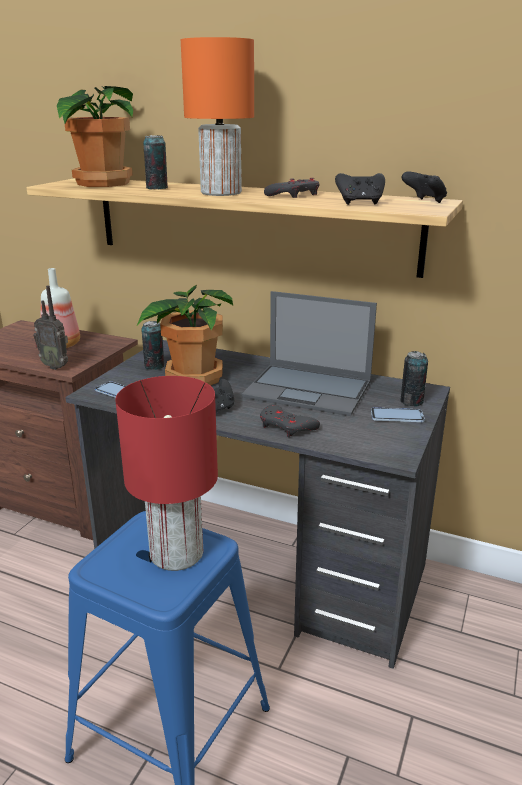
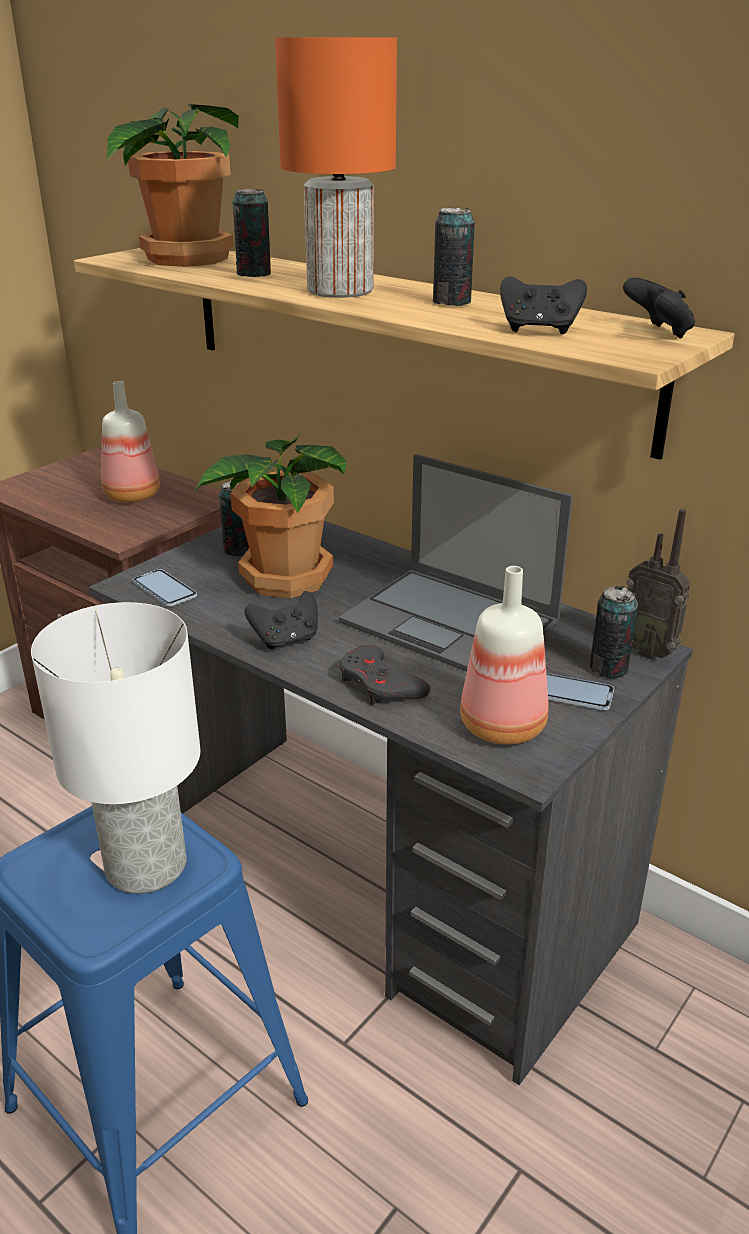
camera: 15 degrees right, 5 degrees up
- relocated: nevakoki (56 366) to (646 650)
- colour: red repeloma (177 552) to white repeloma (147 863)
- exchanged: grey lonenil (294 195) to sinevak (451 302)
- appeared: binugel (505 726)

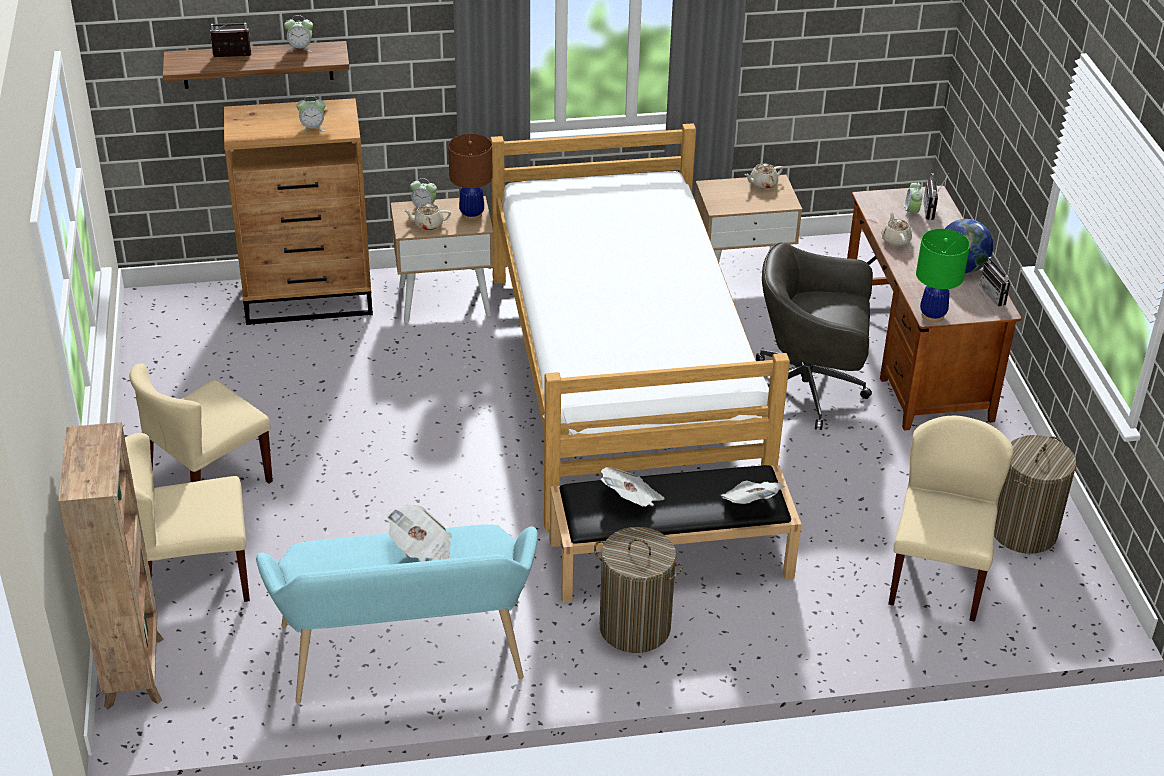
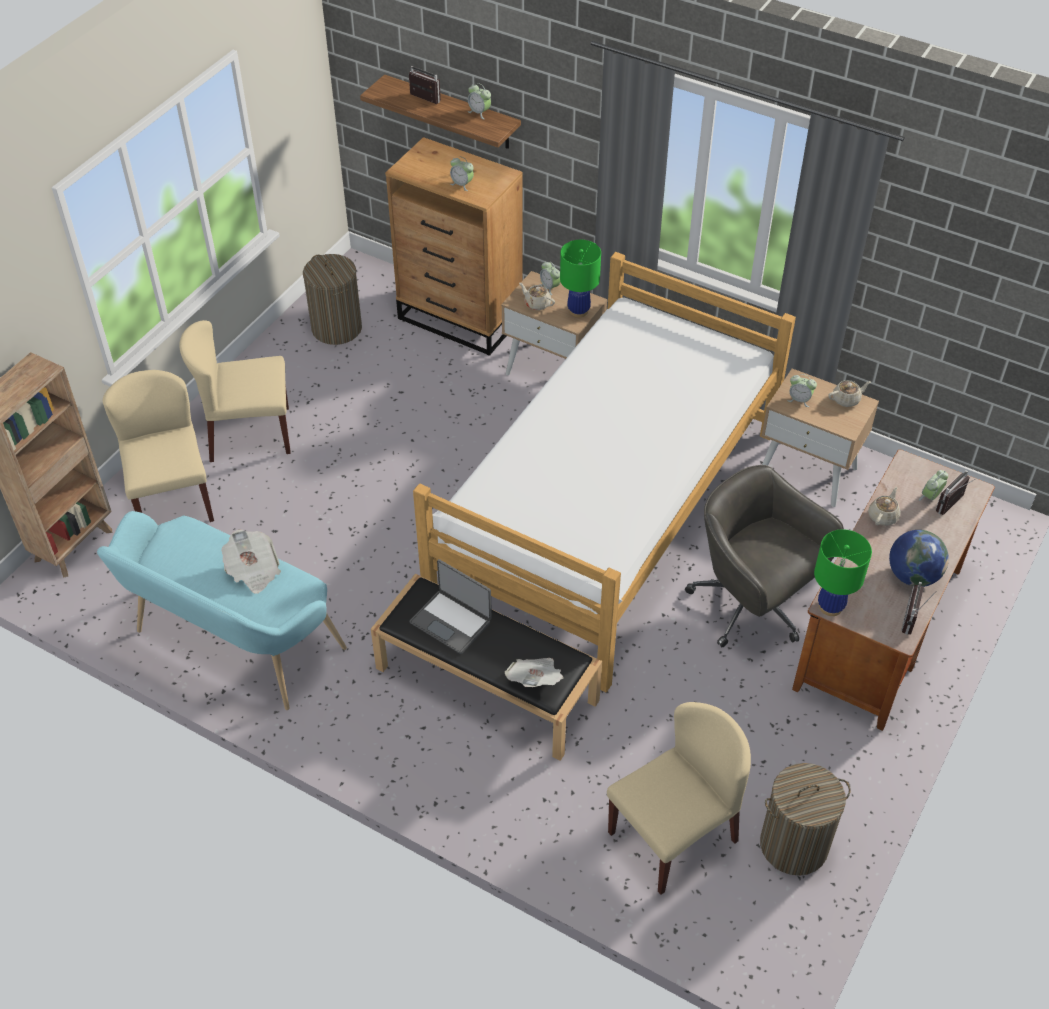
camera: 40 degrees right, 10 degrees up
- spun: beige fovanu (194 578) = (172 499) 45 degrees clockwise
- colour: brown repeloma (472 214) to green repeloma (578 311)
- relocated: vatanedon (634 627) to (336 328)
- exchanged: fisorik (631 500) to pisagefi (451 621)
- spun: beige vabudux (762 184) = (846 399) 150 degrees clockwise
- appeared: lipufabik (799 400)

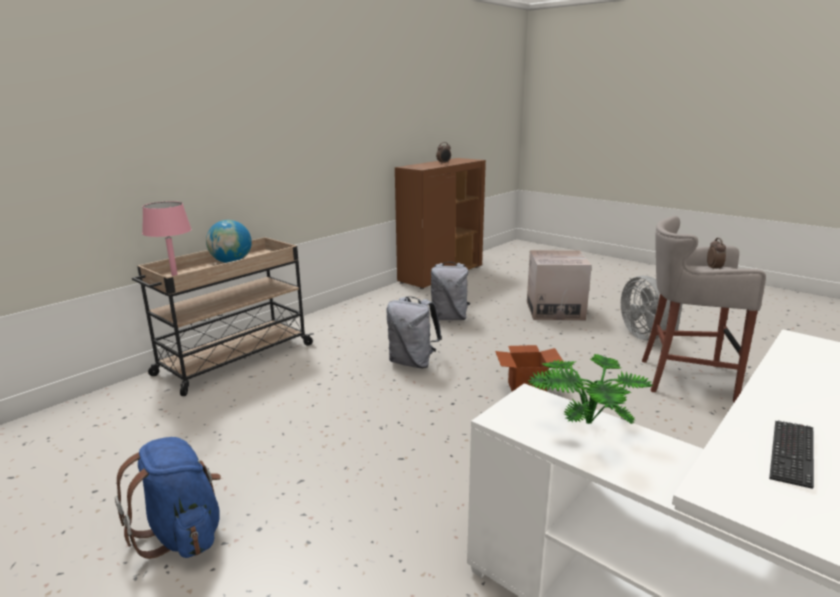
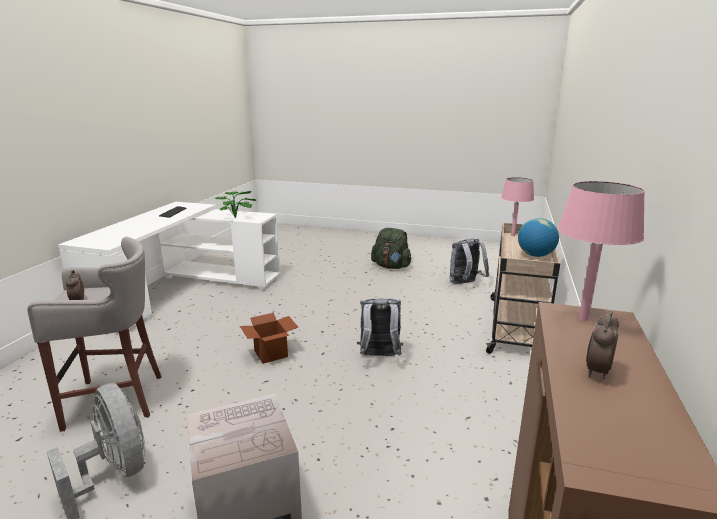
camera: 155 degrees right, 0 degrees up
- colour: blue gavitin (182 533) to green gavitin (391 266)
- relocated: grey gavitin (449 318) to (465 283)
- appeared: pink repeloma (583 319)

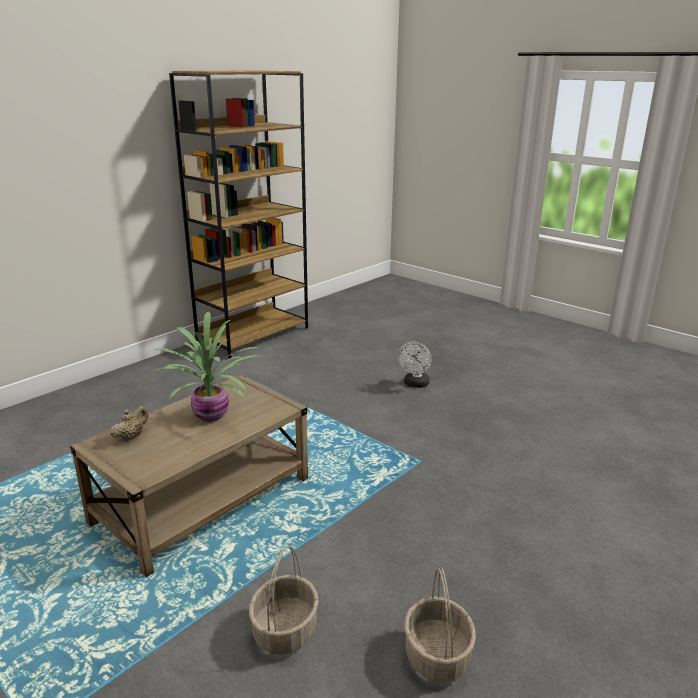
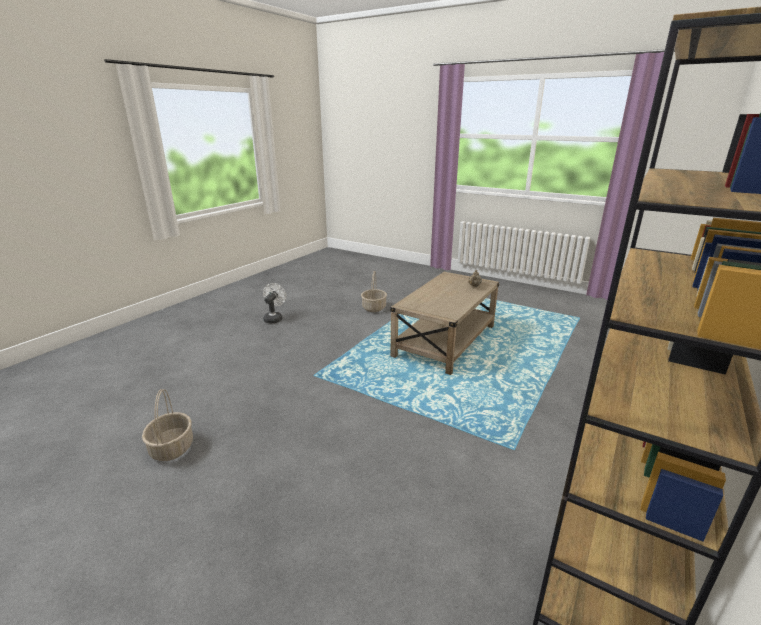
camera: 170 degrees right, 0 degrees up
- missing: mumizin (213 415)
- relocated: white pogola (415 384) to (274 318)
- relocated: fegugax (437 656) to (171 448)

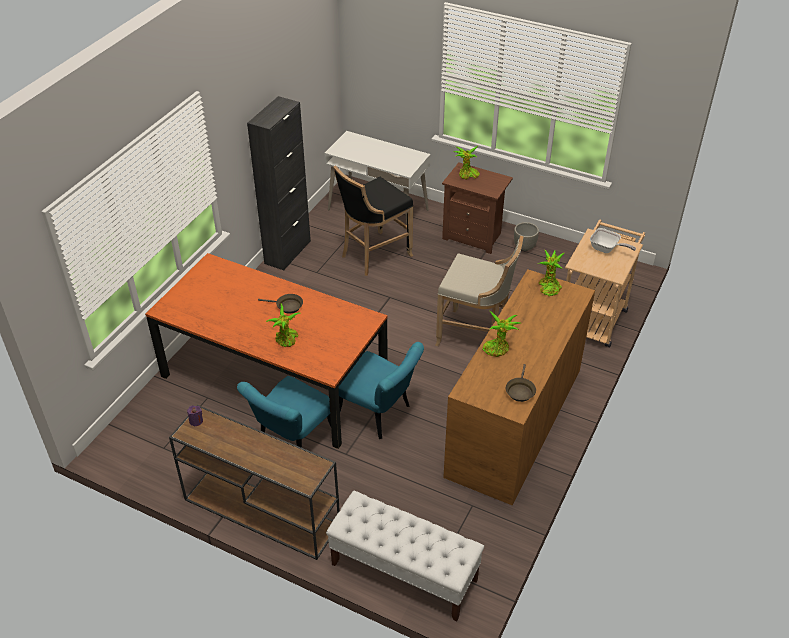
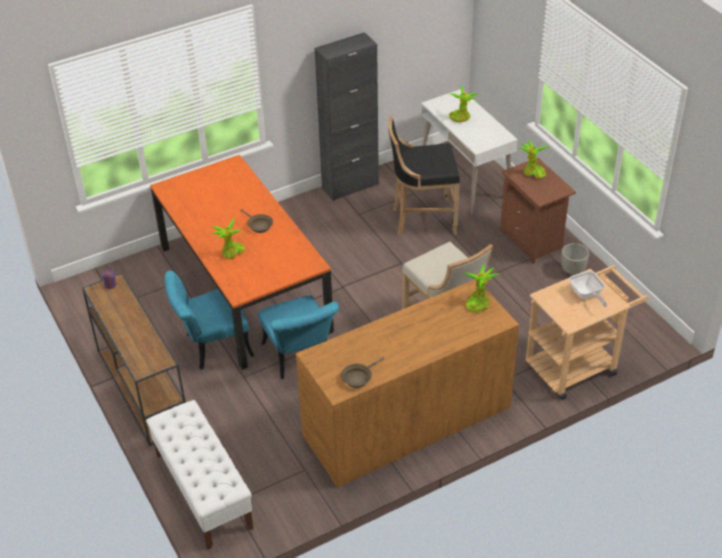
camera: 35 degrees right, 0 degrees up
- relocated: mumizin (498 348) to (461 118)

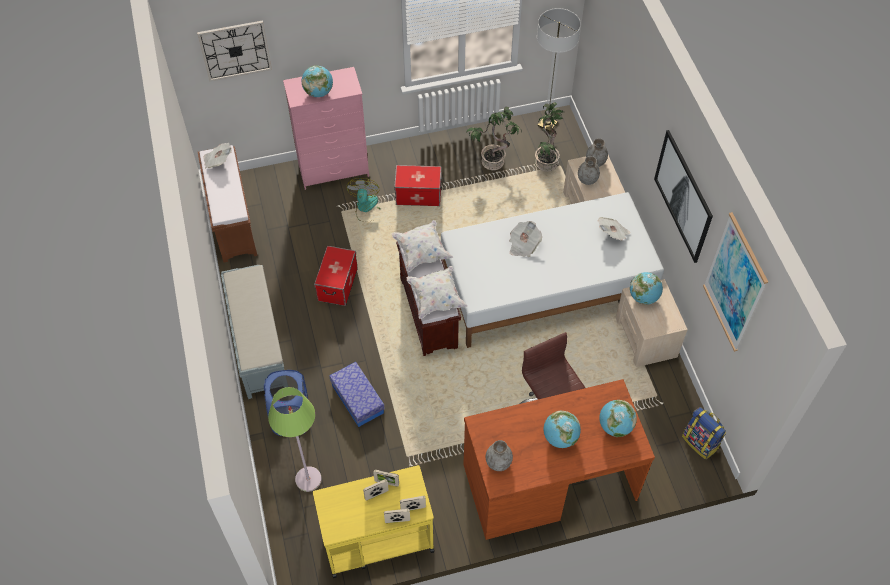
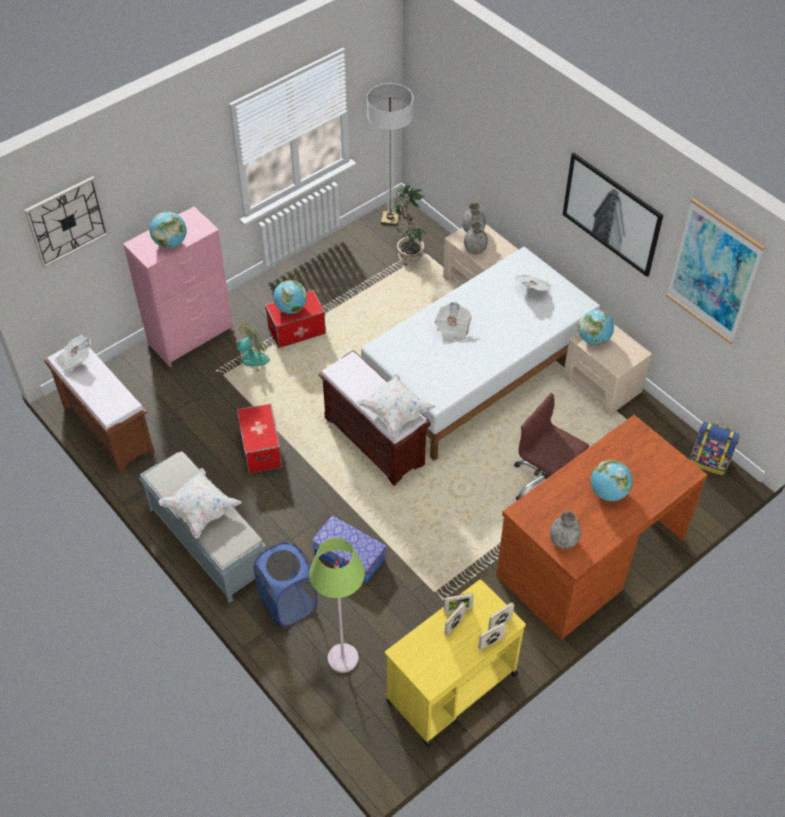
camera: 25 degrees left, 5 degrees down
- spun: pogola (367 208) = (249 362) 75 degrees clockwise
- relocated: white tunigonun (421 252) to (201 510)
- missing: mumizin (493 160)
- relocated: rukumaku (615 426) to (291 308)

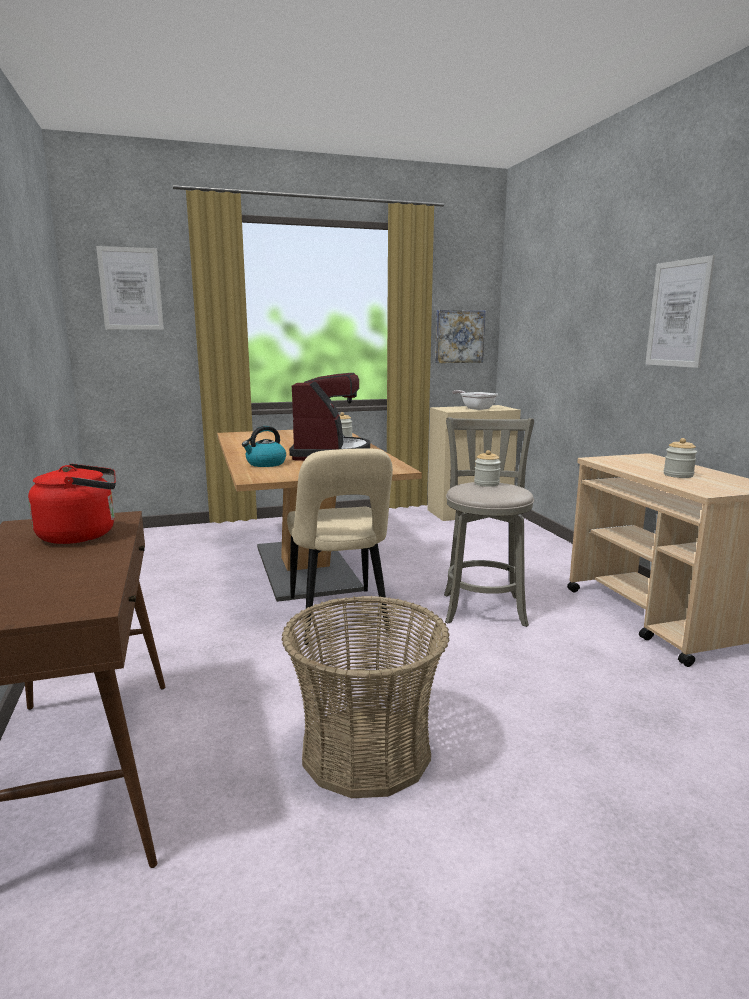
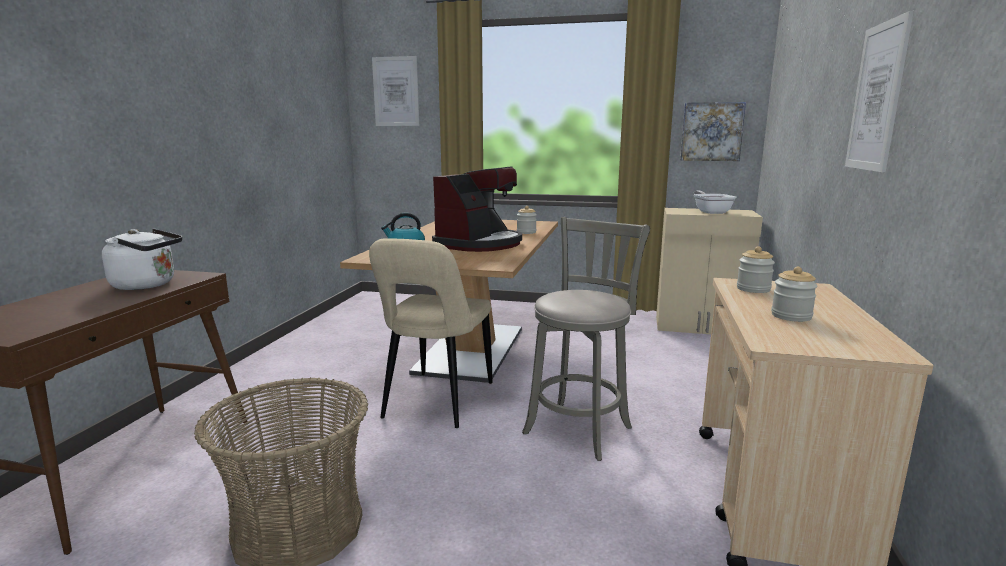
camera: 30 degrees right, 0 degrees up
- colour: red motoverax (83 535) to white motoverax (148 285)
- relocated: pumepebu (486 484) to (753 289)

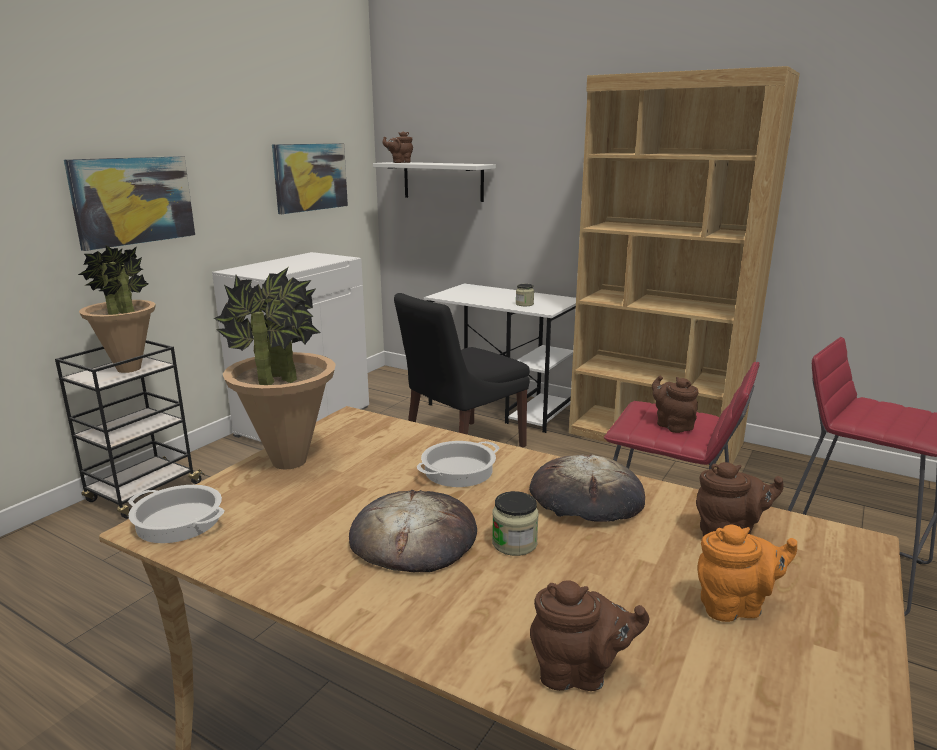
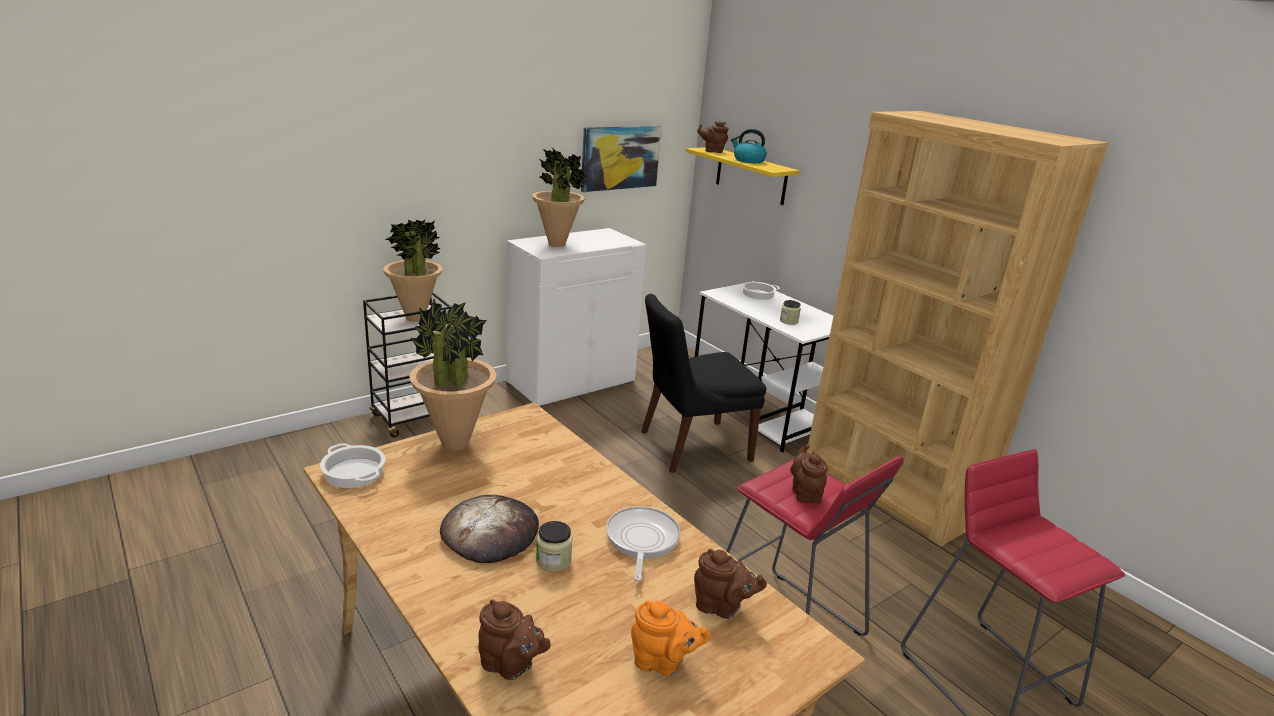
camera: 20 degrees right, 5 degrees up
- missing: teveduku (133 200)
- colour: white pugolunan (443 181) to yellow pugolunan (751 176)
- relocated: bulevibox (458 471) to (758 294)
- exchanged: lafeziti (586 497) to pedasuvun (641 541)
- appeared: mumizin (557 244)
- appeared: motoverax (748 160)

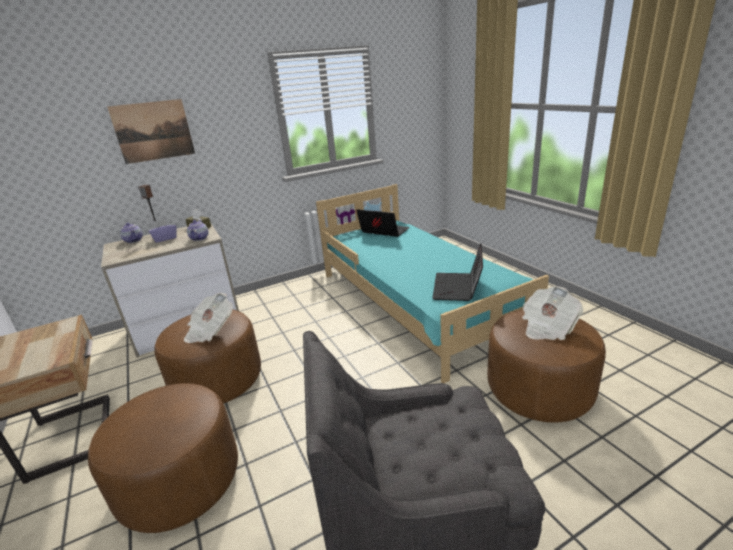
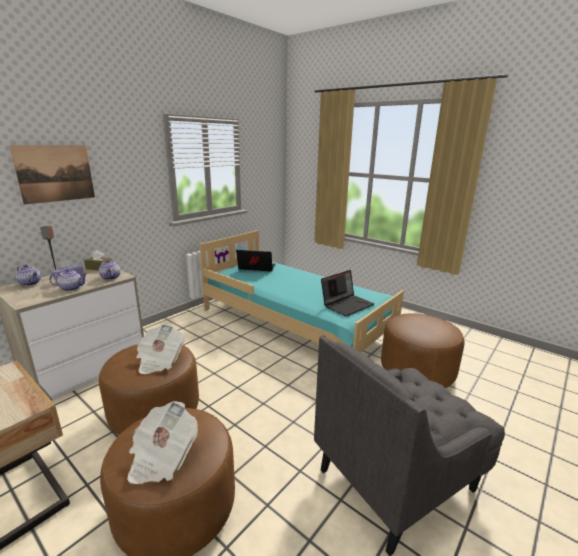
camera: 25 degrees left, 5 degrees down
- spun: pisagefi (458 288) = (347 304) 120 degrees counterclockwise
- relocated: fisorik (547 327) to (162 457)
- appeared: vabudux (71 288)

